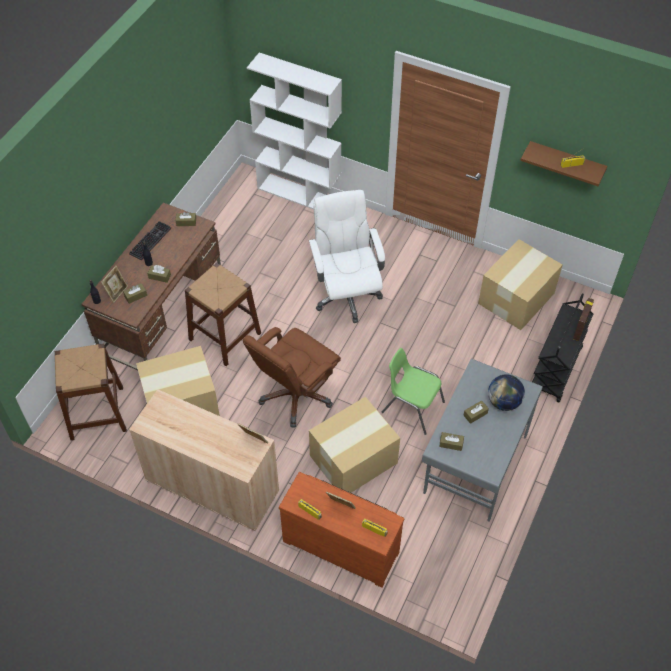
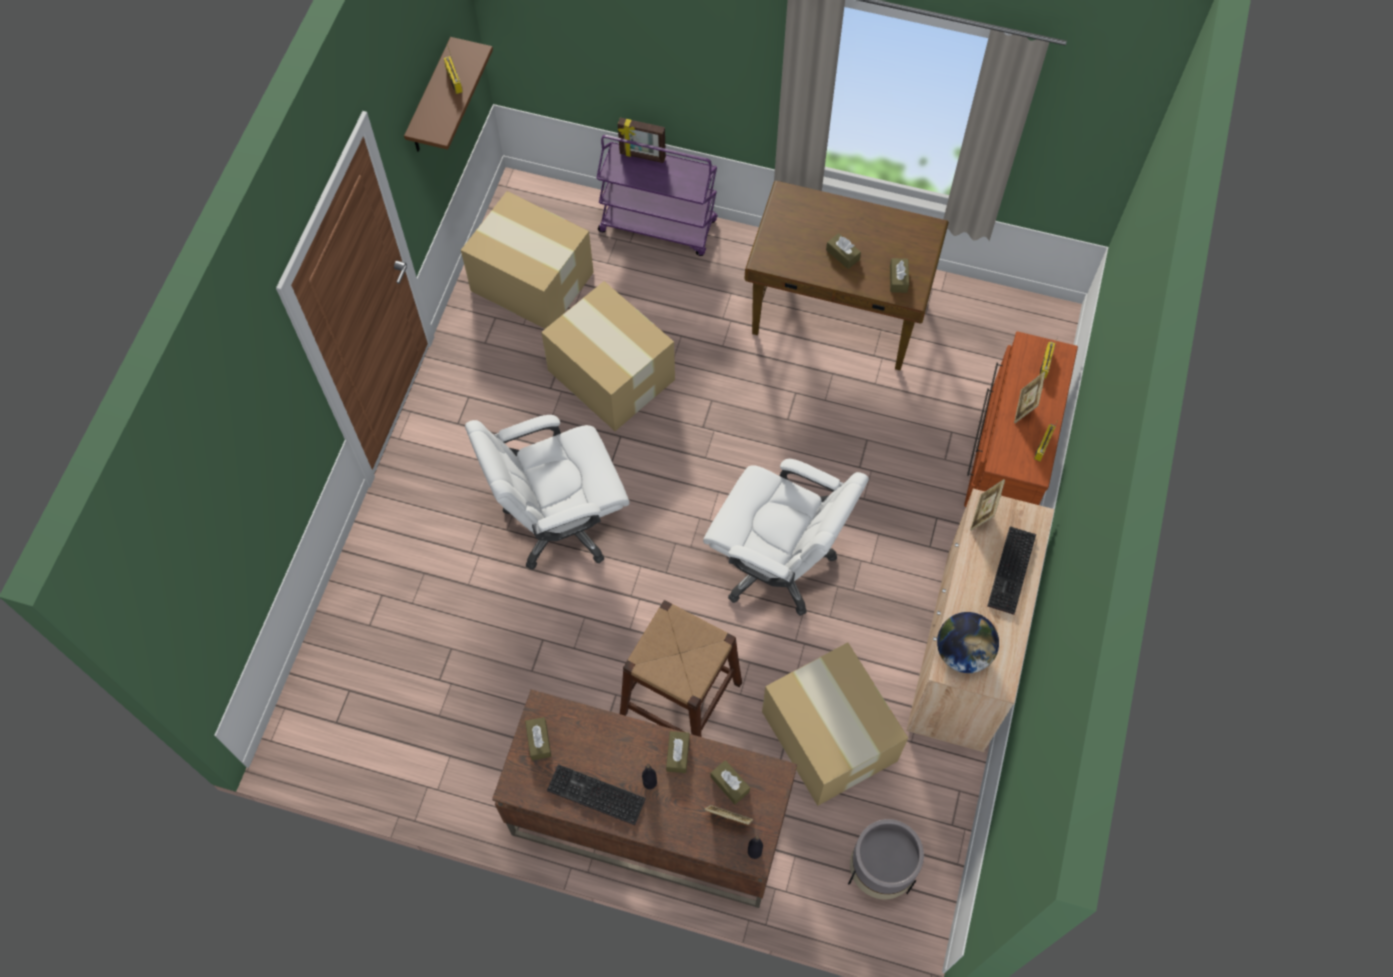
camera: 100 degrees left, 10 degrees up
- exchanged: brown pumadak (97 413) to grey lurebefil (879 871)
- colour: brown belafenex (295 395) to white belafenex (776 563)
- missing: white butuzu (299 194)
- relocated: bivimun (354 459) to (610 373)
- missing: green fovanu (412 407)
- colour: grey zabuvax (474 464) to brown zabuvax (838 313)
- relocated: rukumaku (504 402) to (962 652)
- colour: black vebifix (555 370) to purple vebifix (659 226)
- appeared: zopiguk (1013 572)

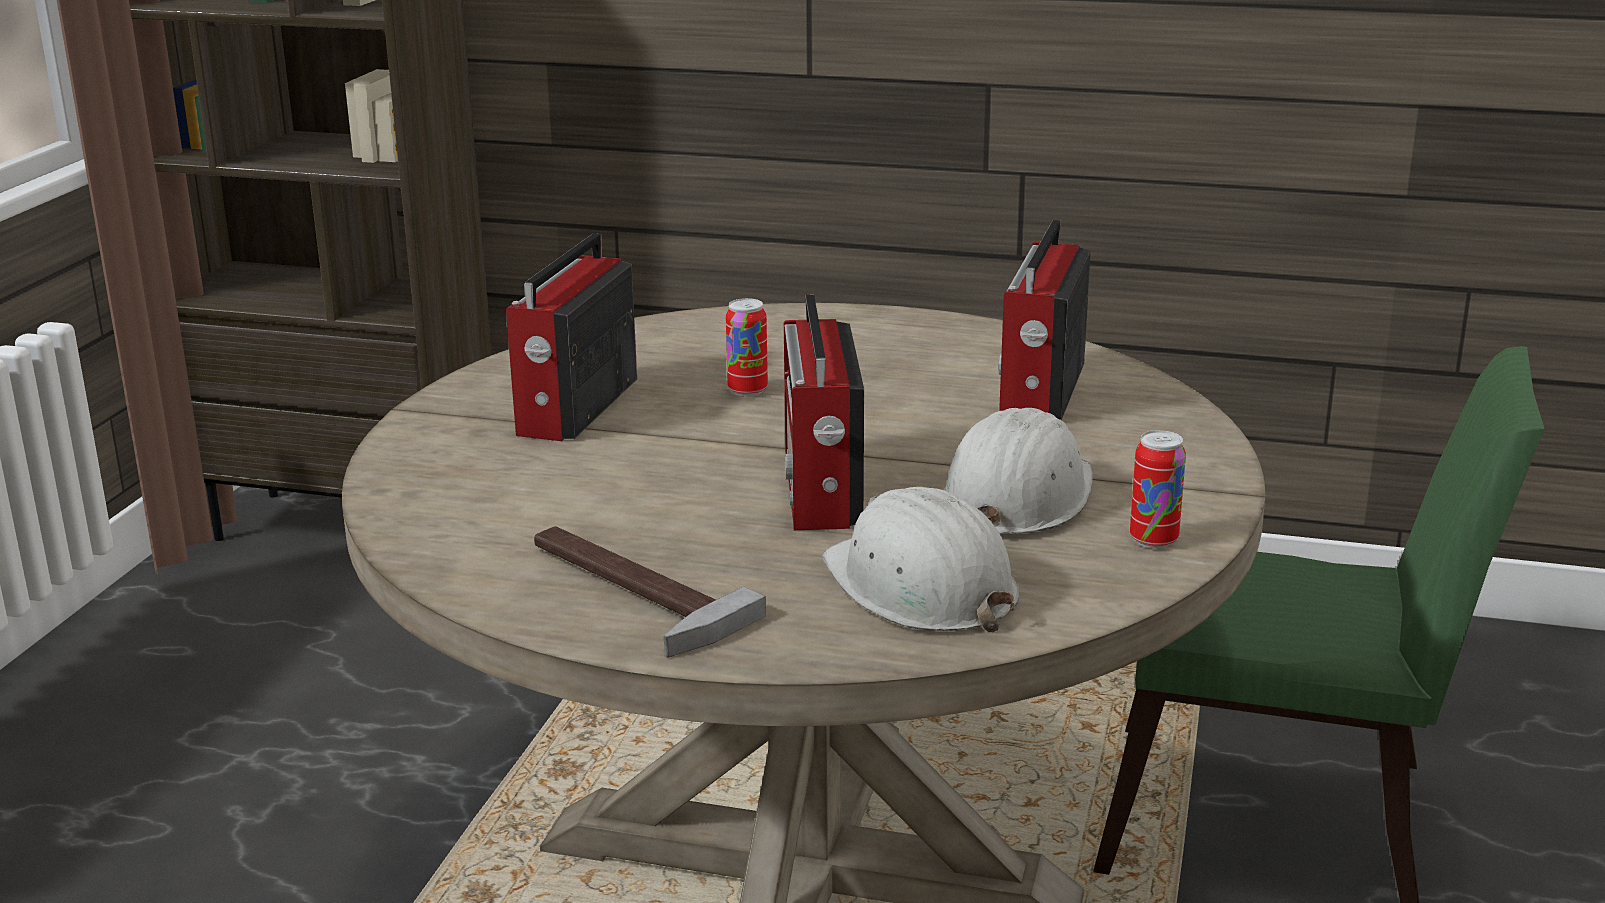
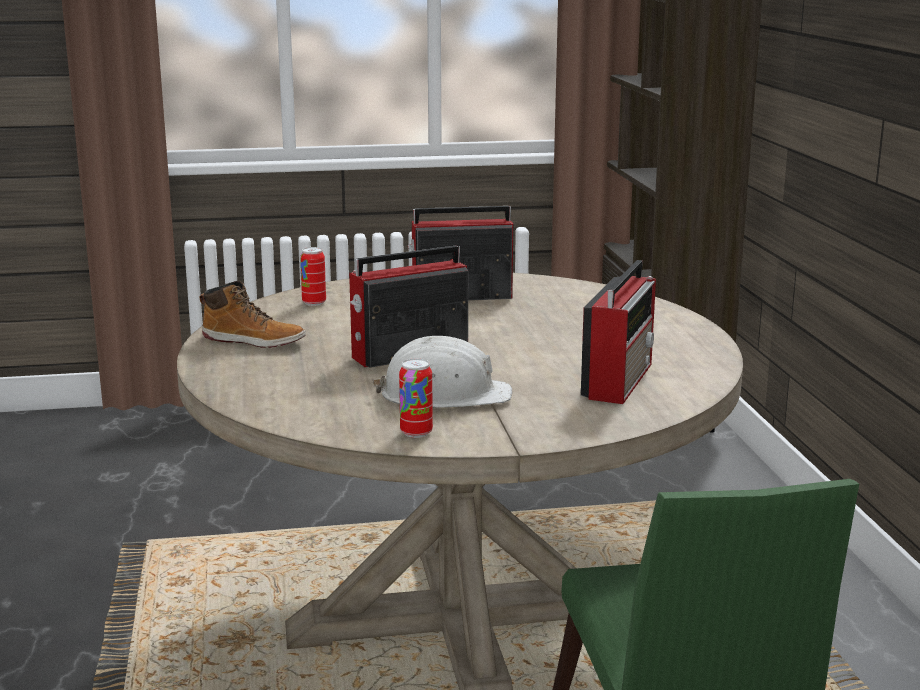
camera: 65 degrees right, 5 degrees down
- exchanged: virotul (623 592) to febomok (254 341)
- relocated: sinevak (747 391) to (314 303)
- missing: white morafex (920 586)
- spun: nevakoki (1039 392) = (619 380) 120 degrees clockwise

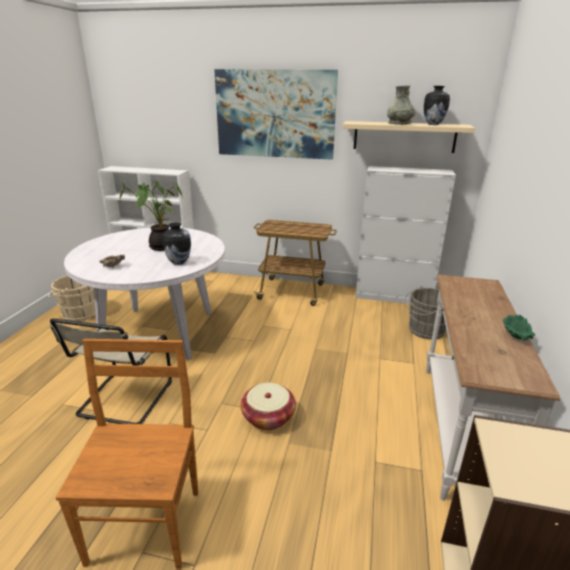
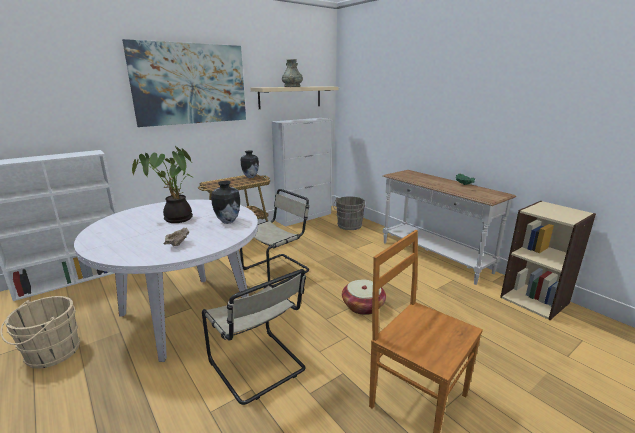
camera: 50 degrees left, 5 degrees down
- relocated: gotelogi (433 124) to (250 177)
- appeared: beige fovanu (278 270)

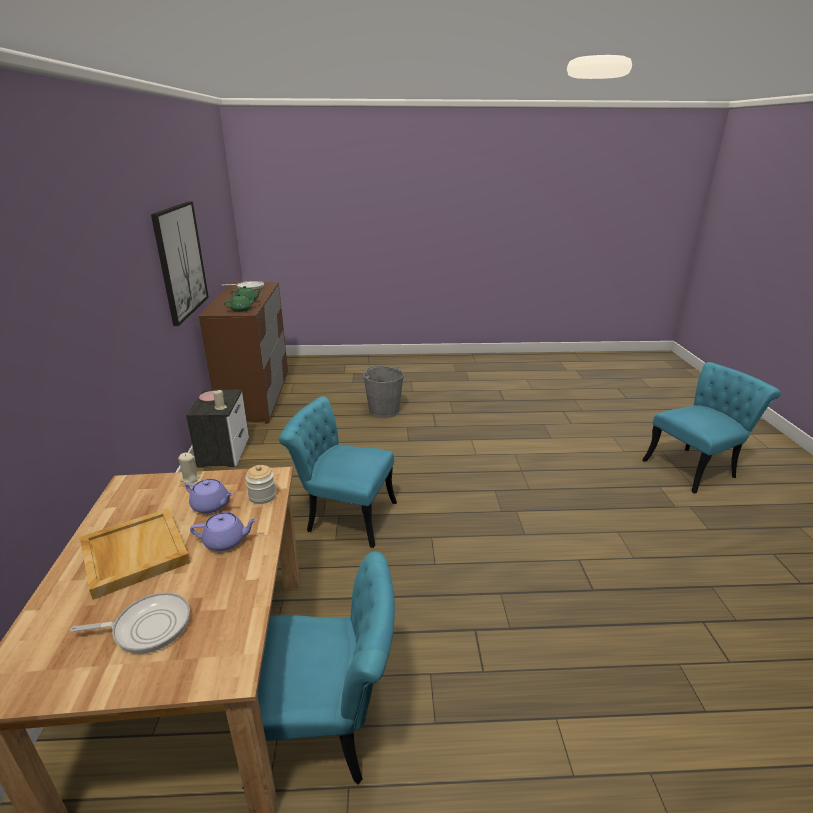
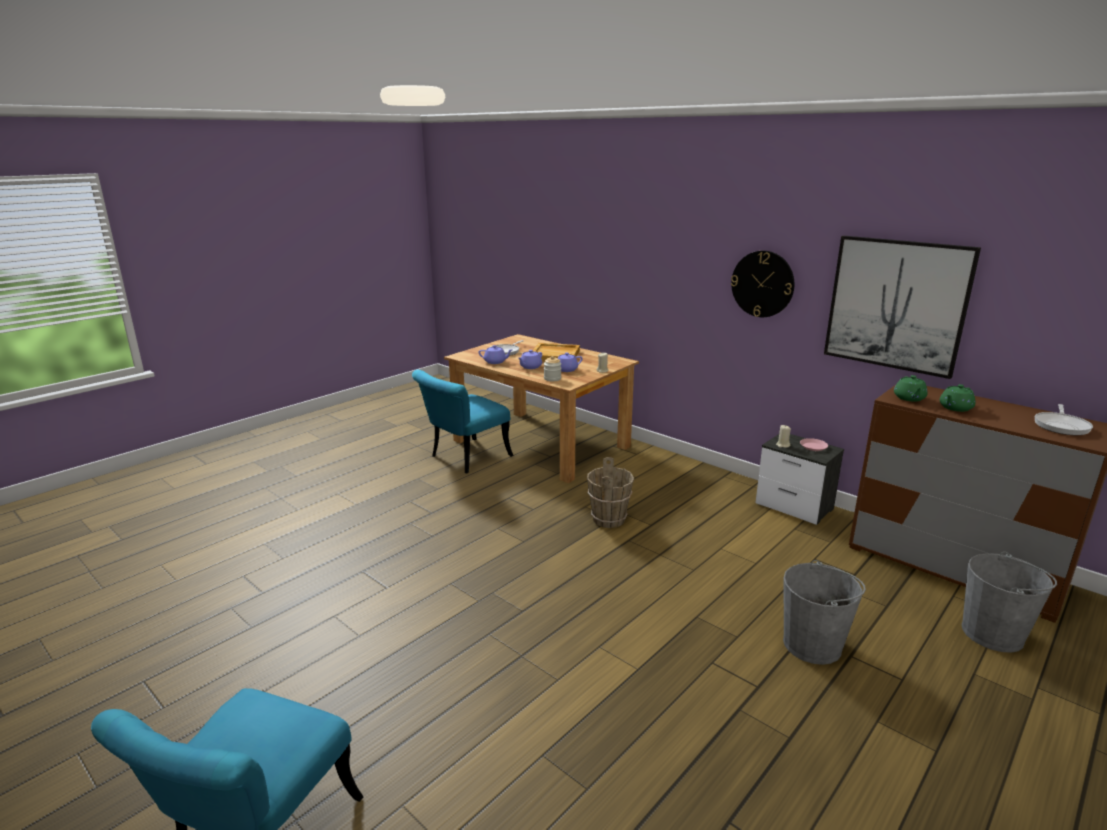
camera: 135 degrees right, 5 degrees down
- exchanged: turquoise fovanu (343 515) to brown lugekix (609 520)
- appeared: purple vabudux (495 362)
- appeared: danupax (762 284)
- appeared: grey lugekix (993 634)

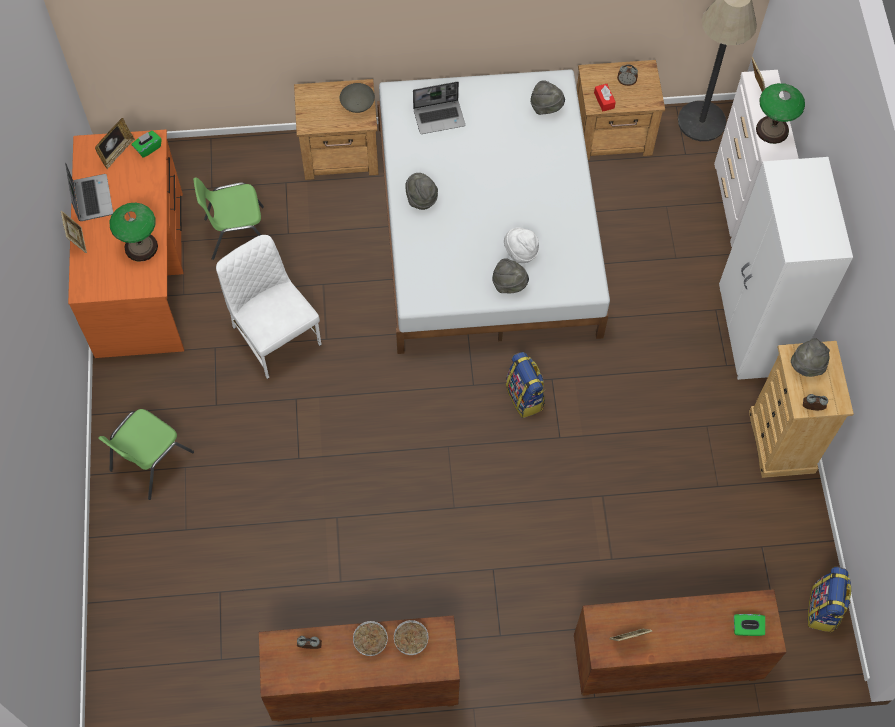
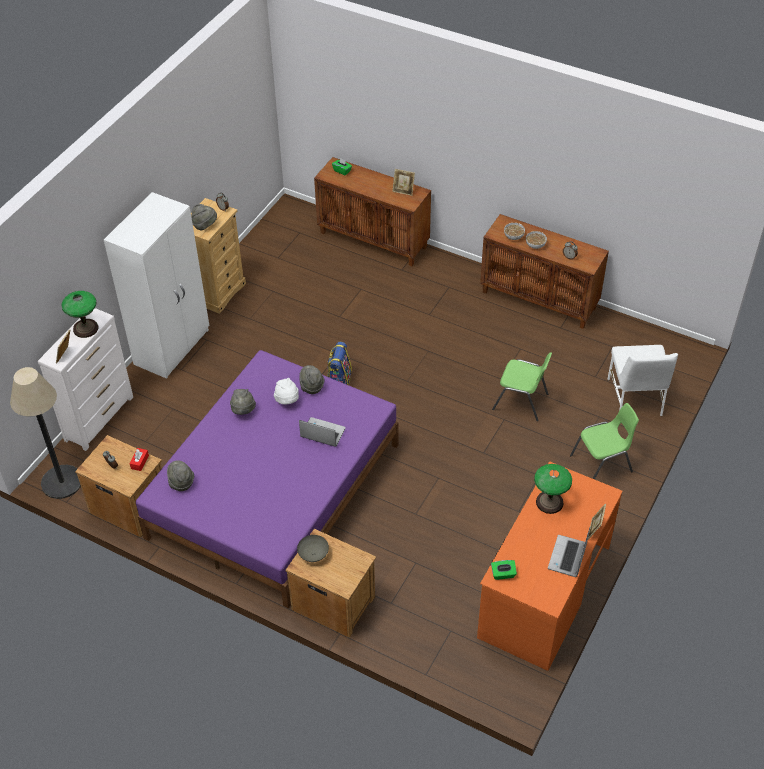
camera: 145 degrees left, 15 degrees down
- missing: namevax (117 152)
- relocated: green fovanu (236 233) to (521 402)
- relocated: white fovanu (274 335) to (635 398)
- colour: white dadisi (487 228) to purple dadisi (274 490)
- relocated: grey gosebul (421 199) to (243 411)
- relocated: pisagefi (439 117) to (322 433)
- missing: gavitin (823 609)

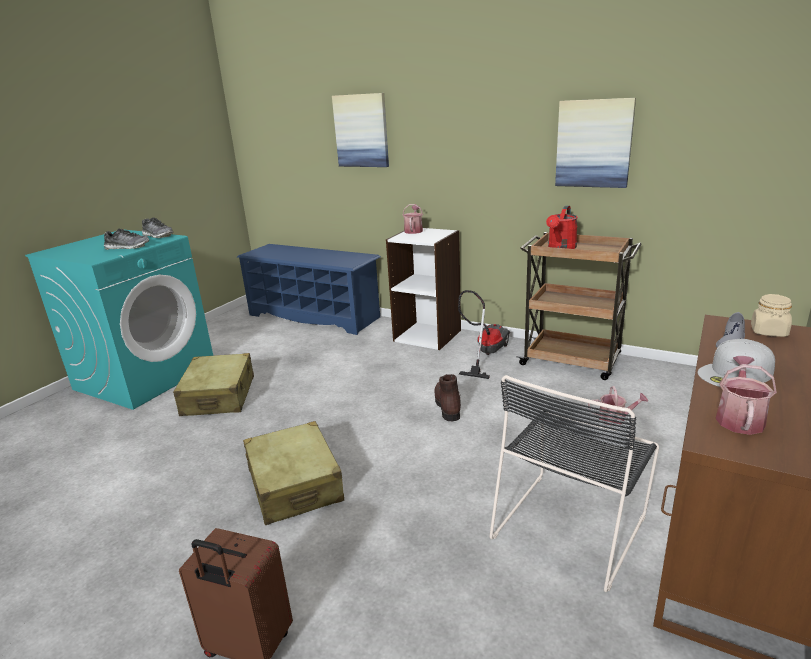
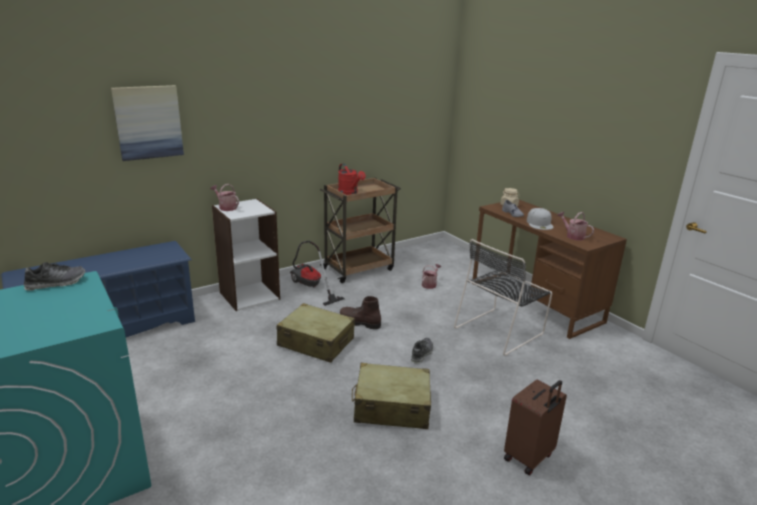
camera: 65 degrees left, 0 degrees up
- relocated: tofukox (127 247) to (421 354)
- relocated: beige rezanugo (219 396) to (316 342)
- spun: black fovanu (571 523) = (500 330) 75 degrees clockwise
- missing: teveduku (594 143)

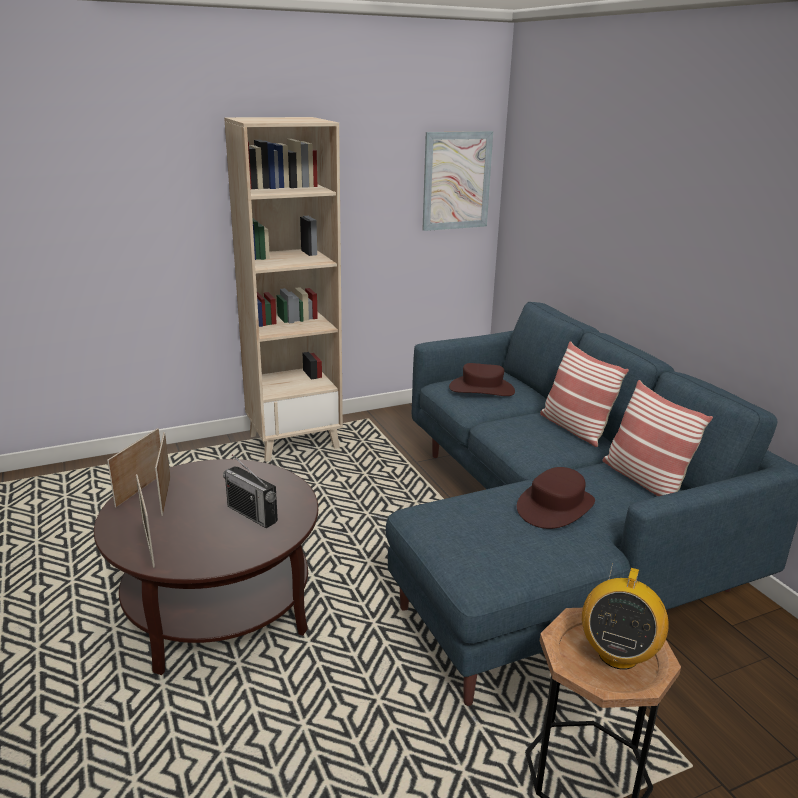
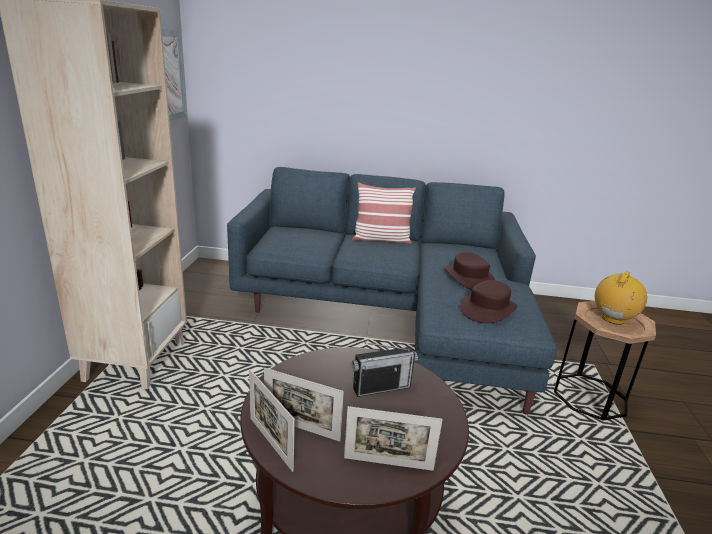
camera: 60 degrees left, 0 degrees up
- relocated: brown gosebul (482 389) to (488 309)
- spun: nevakoki (617 654) = (613 319) 105 degrees counterclockwise
- missing: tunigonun (644 480)

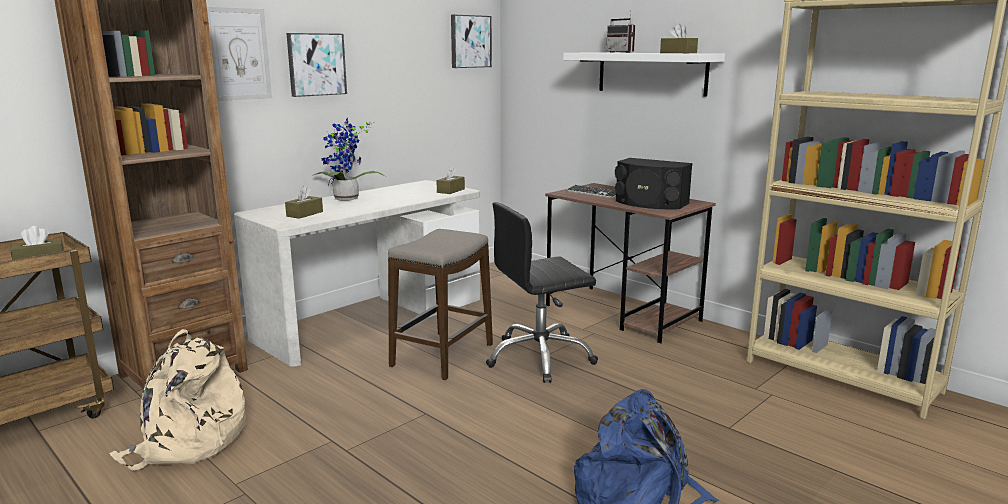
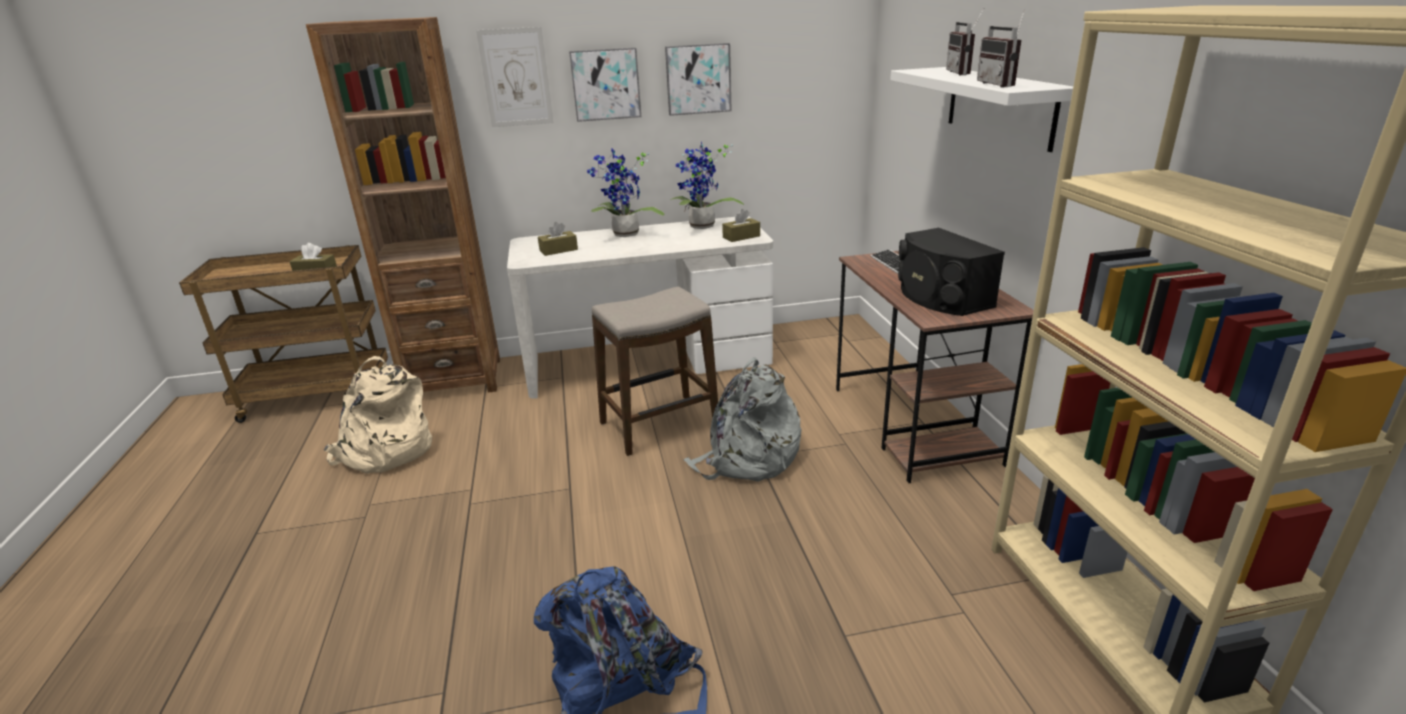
camera: 35 degrees right, 10 degrees up
- relocated: teveduku (470 41) to (698 79)
- exchanged: black belafenex (540 358) to grey gavitin (747 458)
- exchanged: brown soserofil (678 53) to nevakoki (1002 84)
- appeared: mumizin (702 227)

